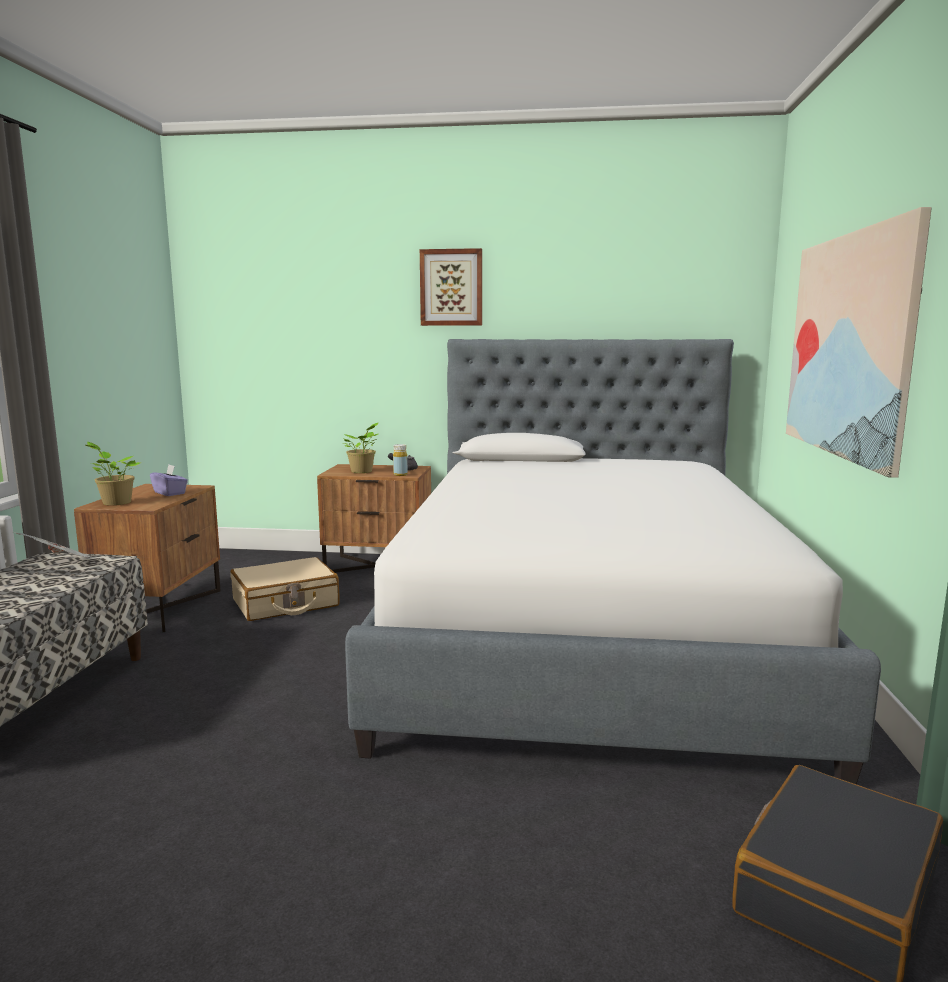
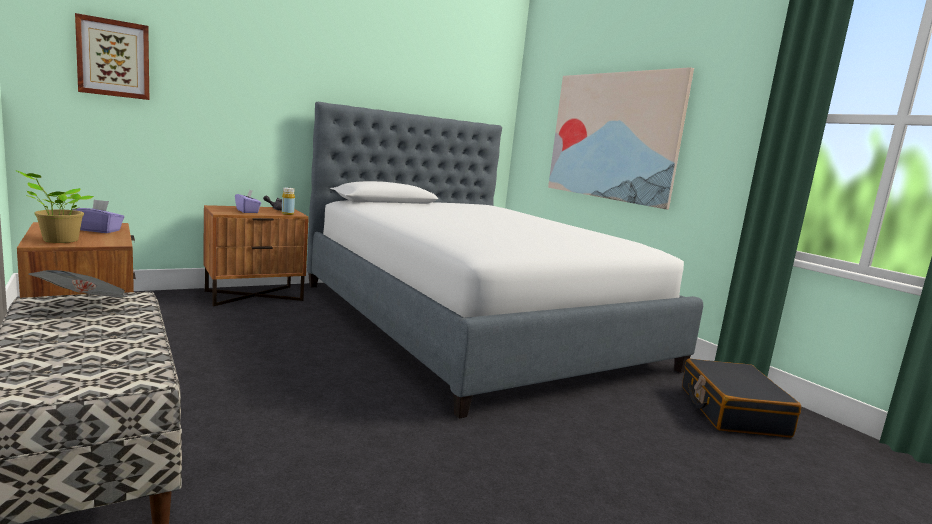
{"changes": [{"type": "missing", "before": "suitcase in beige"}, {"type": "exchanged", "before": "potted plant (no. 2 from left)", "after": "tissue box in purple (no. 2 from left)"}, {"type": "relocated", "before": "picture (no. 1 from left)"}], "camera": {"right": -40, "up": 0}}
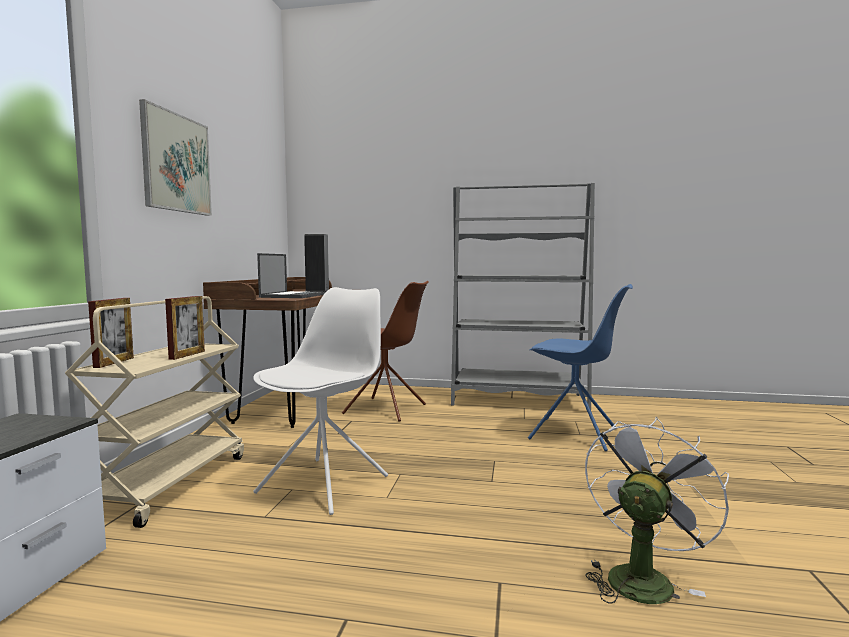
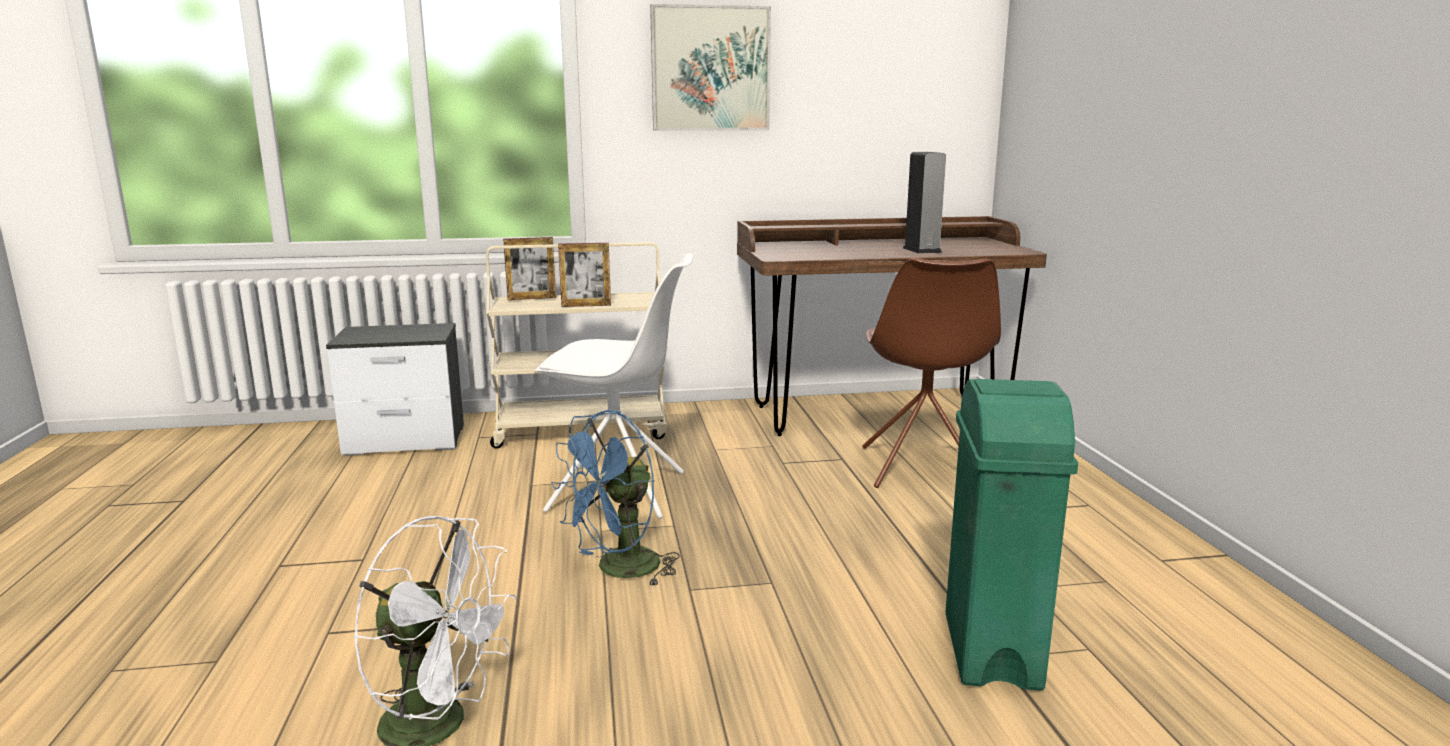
{"changes": [{"type": "missing", "before": "laptop"}, {"type": "missing", "before": "bookcase in grey"}, {"type": "exchanged", "before": "chair in blue", "after": "trash can in green"}, {"type": "appeared", "after": "fan in blue"}], "camera": {"right": 70, "up": 10}}
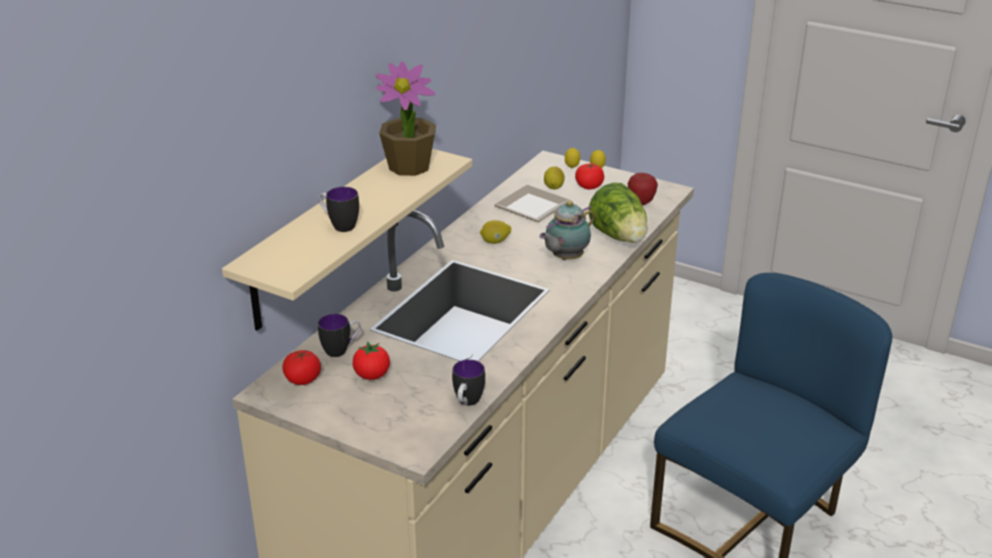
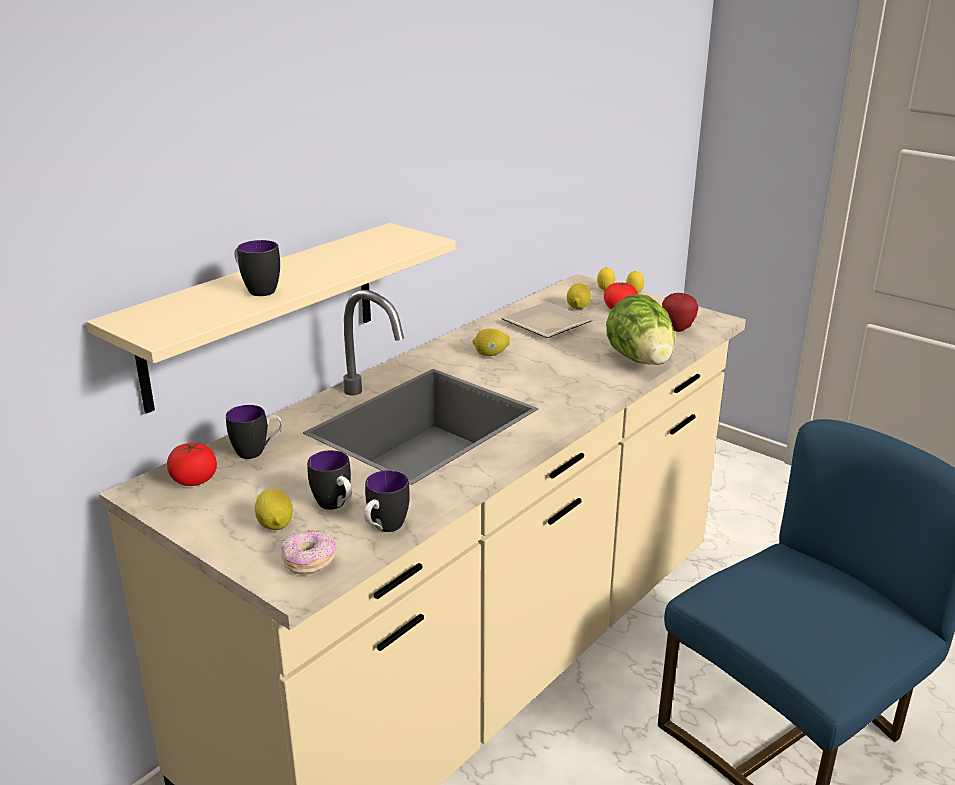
{"changes": [{"type": "missing", "before": "tomato (no. 2 from left)"}, {"type": "missing", "before": "potted plant"}, {"type": "missing", "before": "teapot"}, {"type": "appeared", "after": "lemon (no. 1 from left)"}, {"type": "appeared", "after": "donut"}, {"type": "appeared", "after": "mug (no. 3 from left)"}], "camera": {"right": 10, "up": -5}}
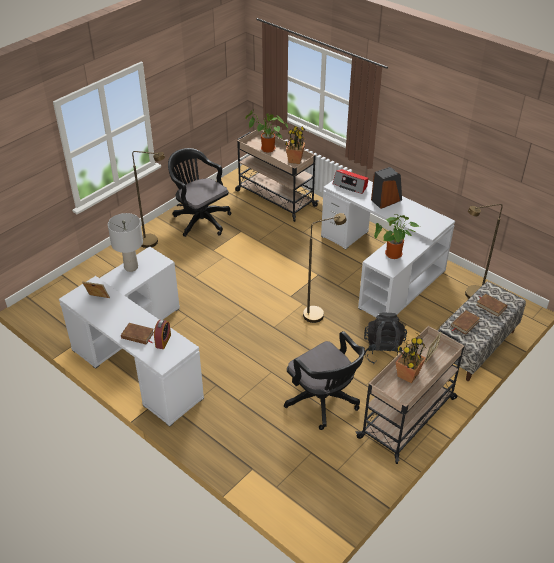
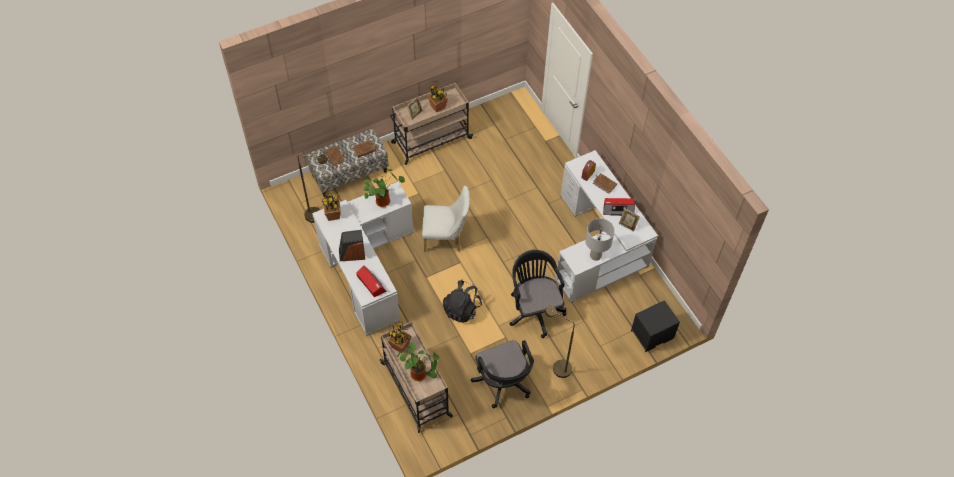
{"changes": [{"type": "relocated", "before": "office chair in black (no. 2 from left)"}, {"type": "exchanged", "before": "floor lamp in brown (no. 2 from left)", "after": "chair in white"}, {"type": "relocated", "before": "backpack in black"}, {"type": "appeared", "after": "potted plant (no. 1 from left)"}, {"type": "appeared", "after": "radio (no. 2 from left)"}, {"type": "appeared", "after": "nightstand in black"}], "camera": {"right": -160, "up": 15}}
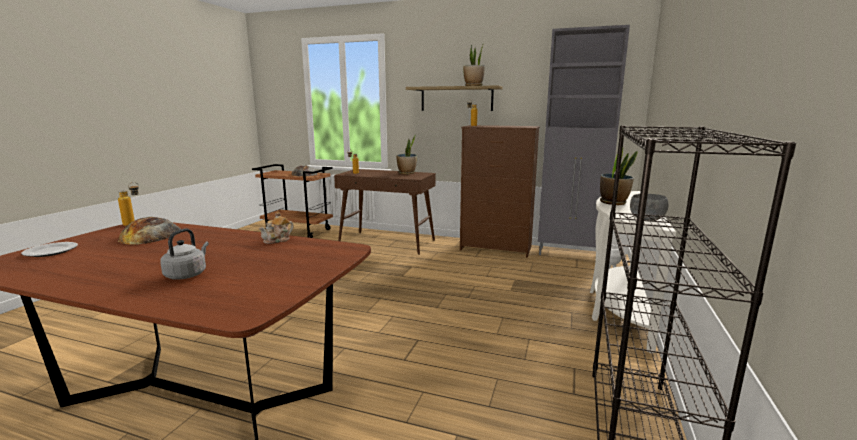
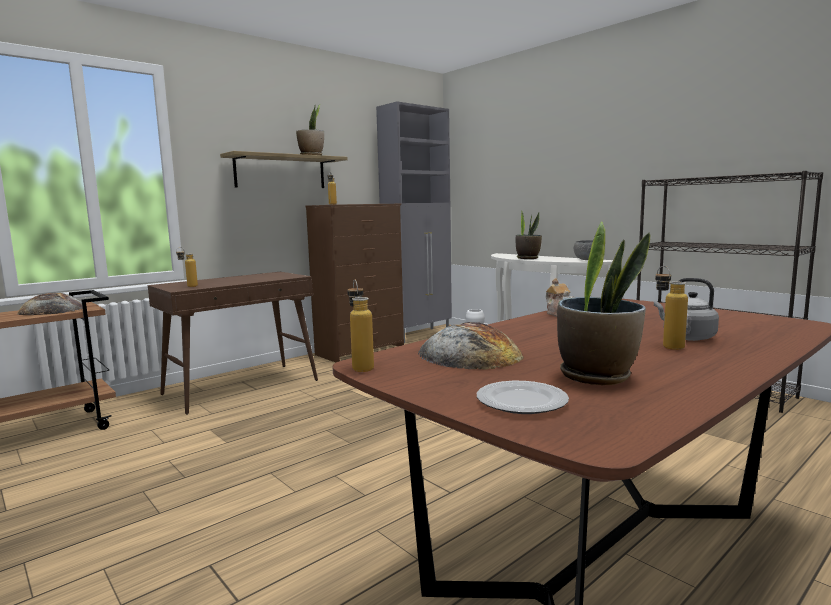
{"changes": [{"type": "relocated", "before": "potted plant (no. 1 from left in the first image)", "after": "potted plant (no. 3 from left)"}, {"type": "appeared", "after": "bottle (no. 4 from left)"}], "camera": {"right": -60, "up": -5}}
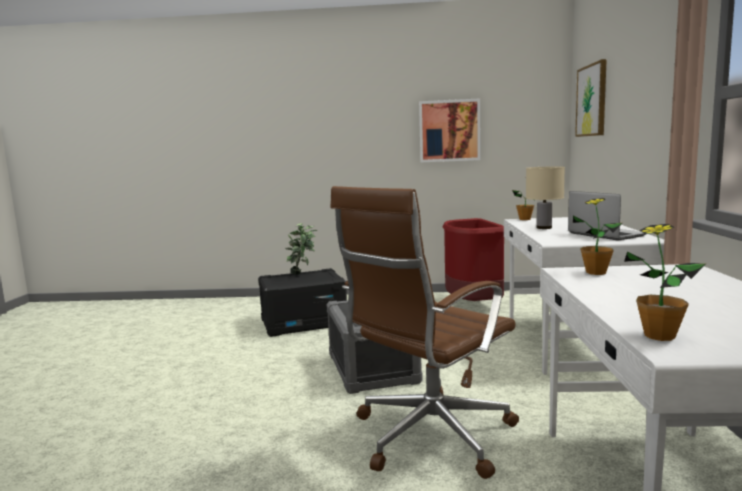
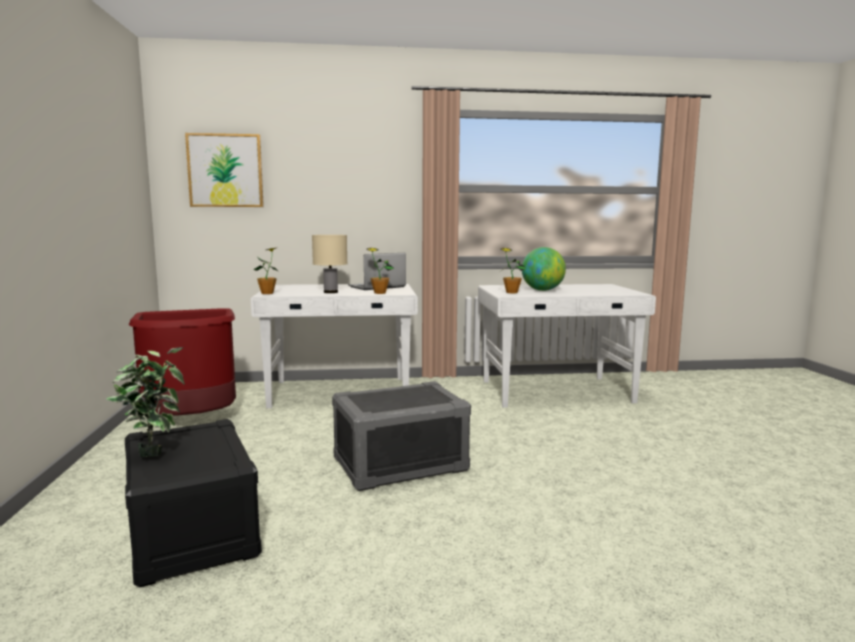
{"changes": [{"type": "missing", "before": "office chair in brown"}, {"type": "missing", "before": "picture (no. 1 from left)"}, {"type": "relocated", "before": "potted plant (no. 4 from left in the first image)", "after": "potted plant (no. 3 from left)"}, {"type": "appeared", "after": "globe"}], "camera": {"right": -100, "up": 0}}
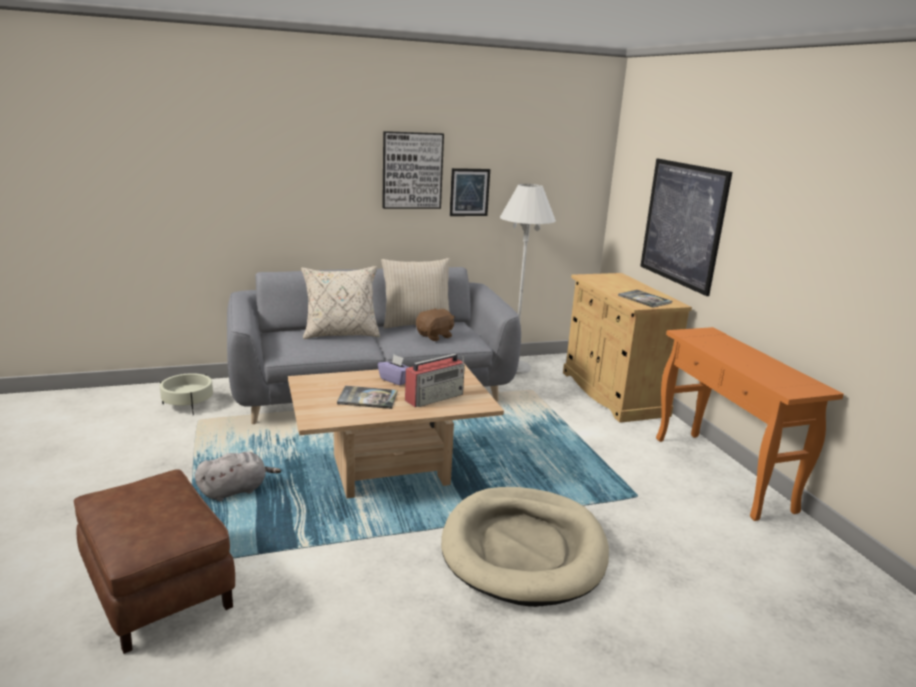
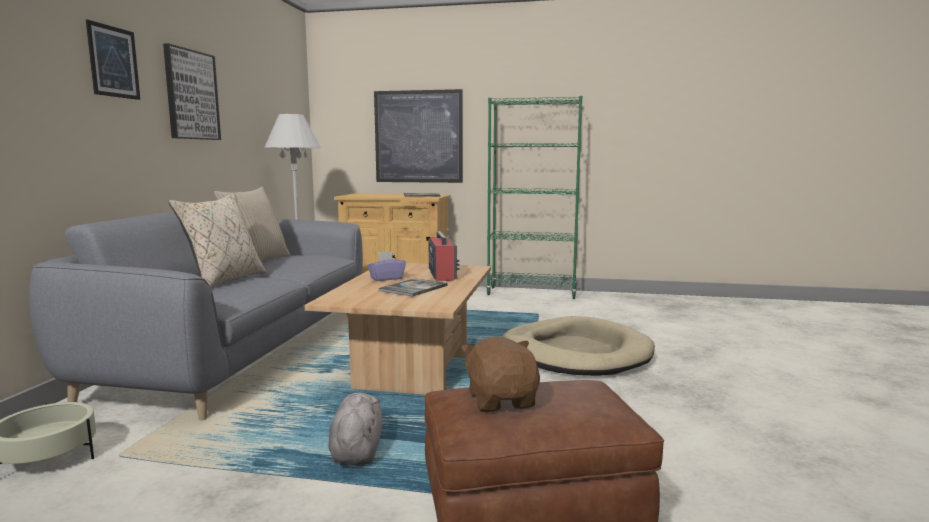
{"changes": [{"type": "relocated", "before": "plush toy in brown"}, {"type": "relocated", "before": "picture (no. 2 from left in the first image)", "after": "picture (no. 1 from left)"}, {"type": "exchanged", "before": "console table in orange", "after": "bookcase in green"}], "camera": {"right": -60, "up": -10}}
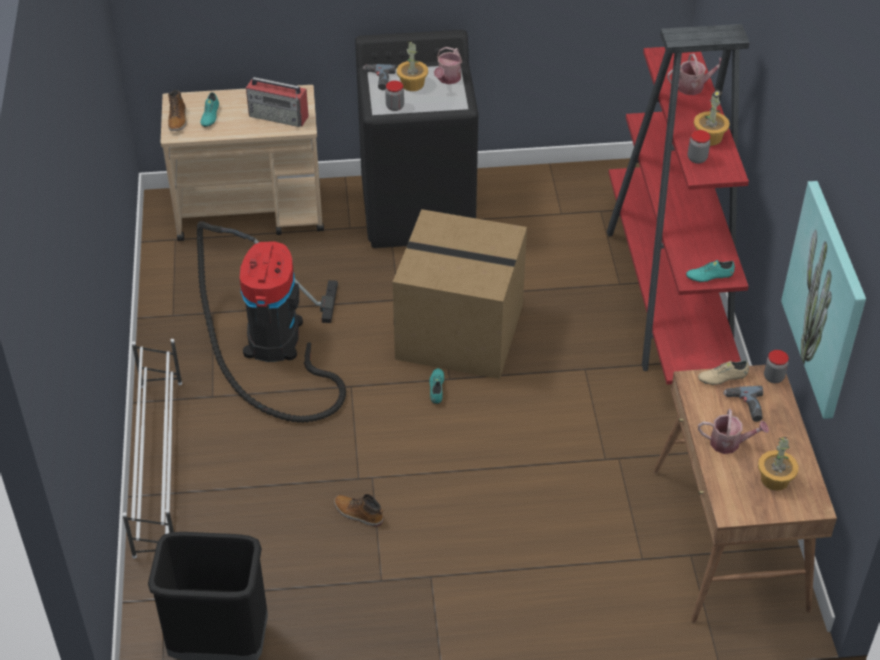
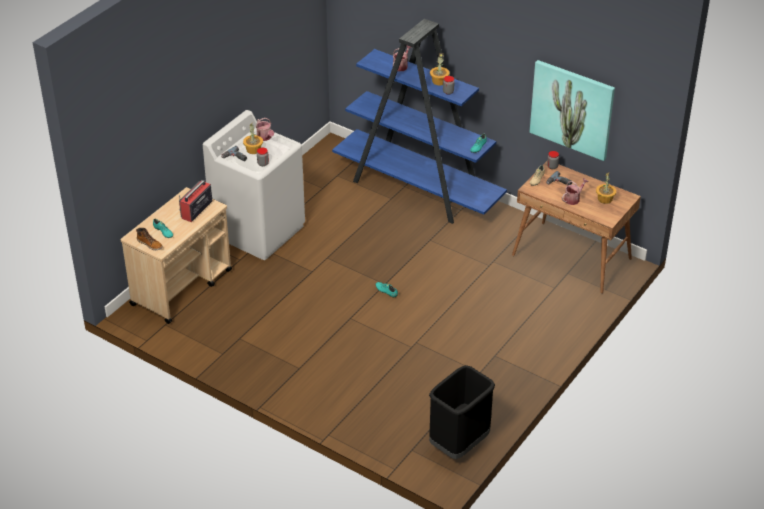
{"changes": [{"type": "missing", "before": "shoe rack in white"}, {"type": "missing", "before": "vacuum cleaner"}, {"type": "spun", "before": "radio", "turn": 150}, {"type": "missing", "before": "boot (no. 2 from left)"}, {"type": "colour", "before": "washing machine in black", "after": "washing machine in white"}, {"type": "missing", "before": "cardboard box"}, {"type": "colour", "before": "bookcase in red", "after": "bookcase in blue"}], "camera": {"right": -50, "up": -5}}
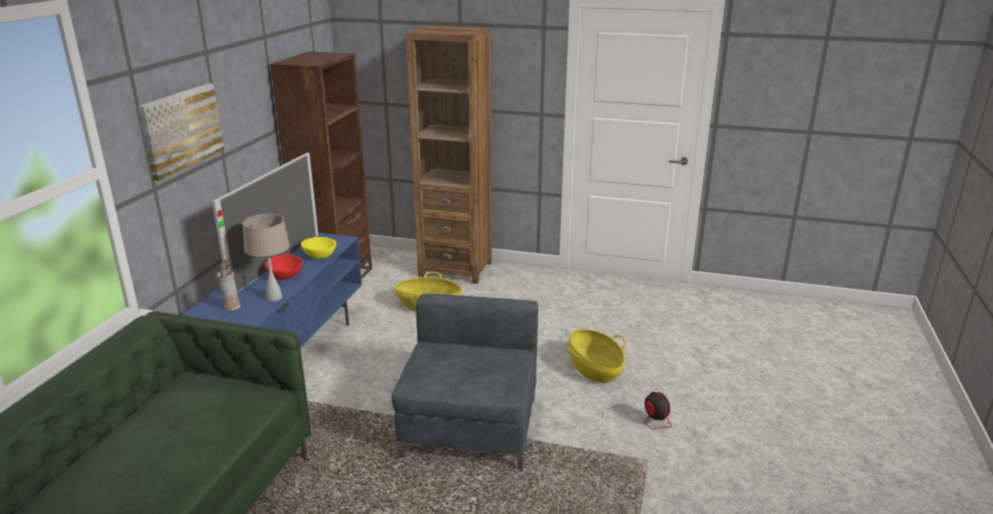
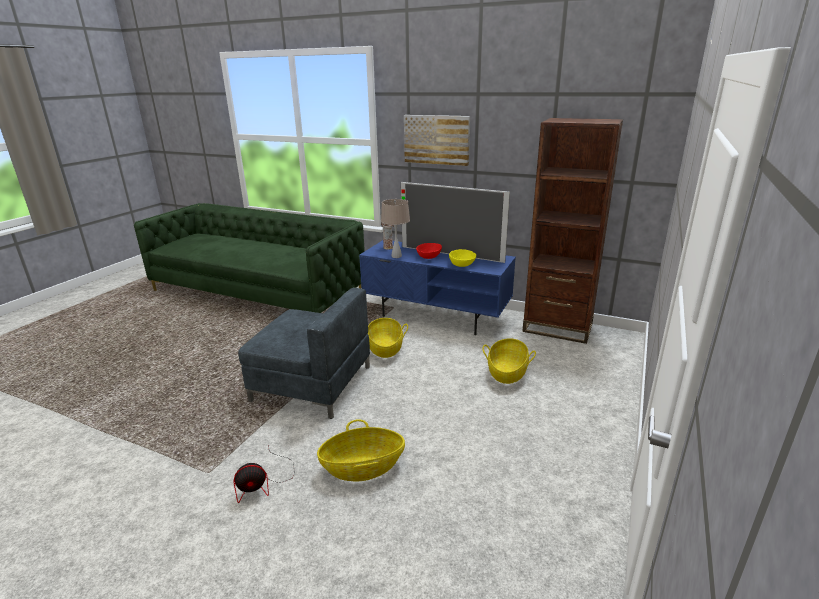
{"changes": [{"type": "missing", "before": "bookcase in brown (no. 2 from left)"}, {"type": "appeared", "after": "basket (no. 2 from left)"}], "camera": {"right": 100, "up": 0}}
